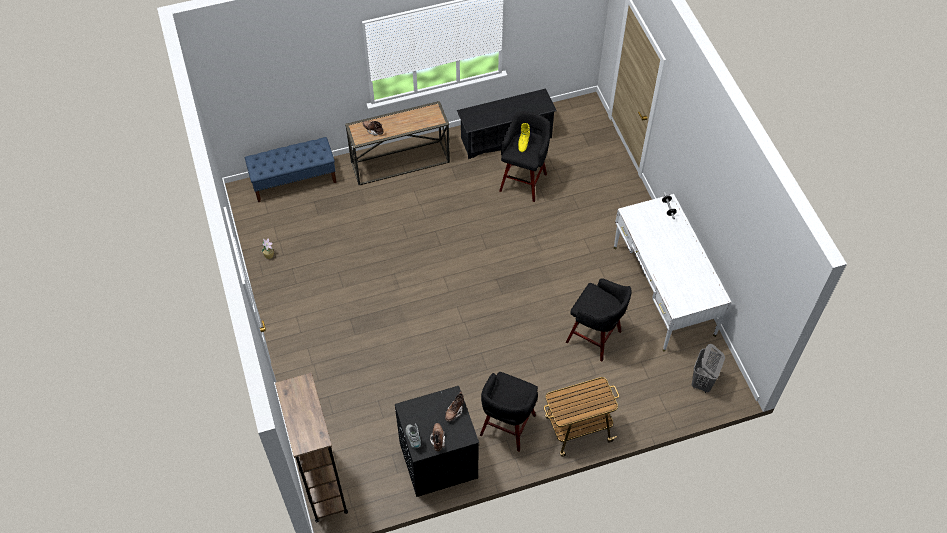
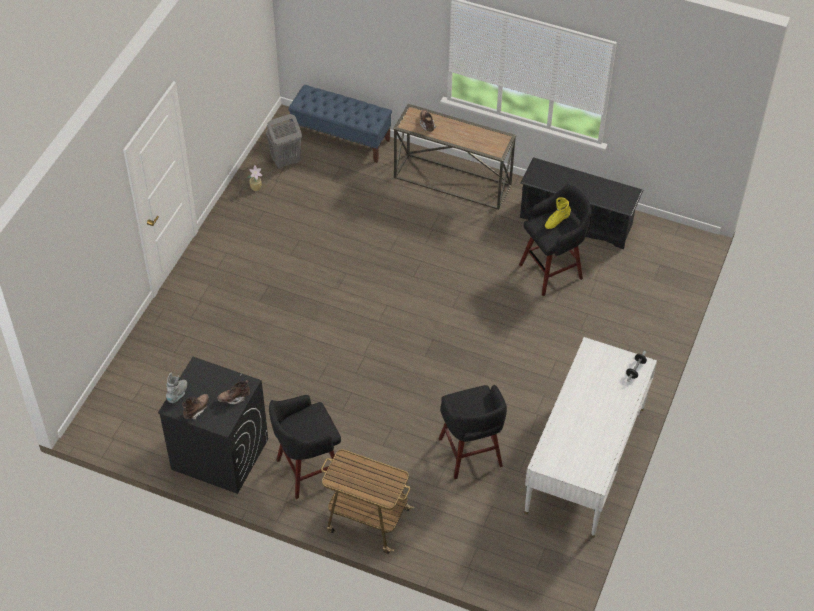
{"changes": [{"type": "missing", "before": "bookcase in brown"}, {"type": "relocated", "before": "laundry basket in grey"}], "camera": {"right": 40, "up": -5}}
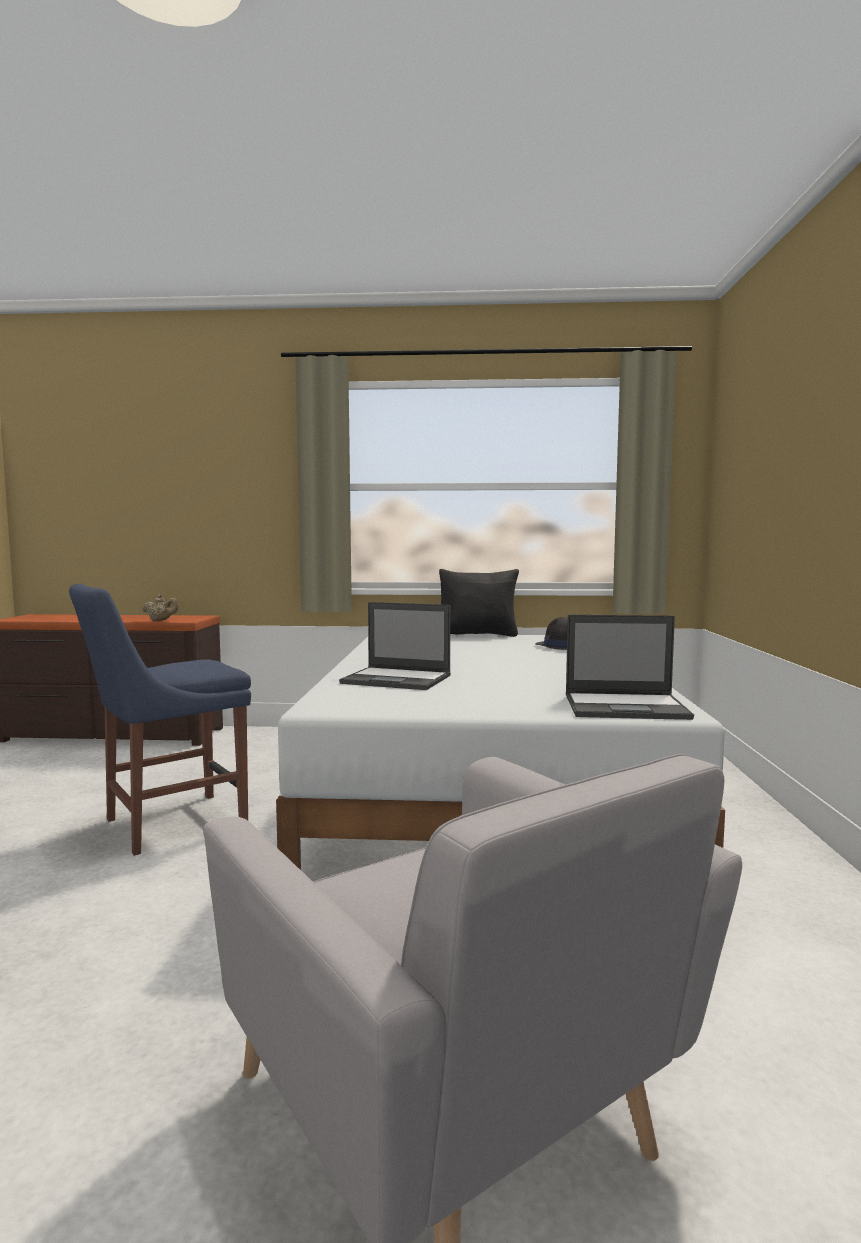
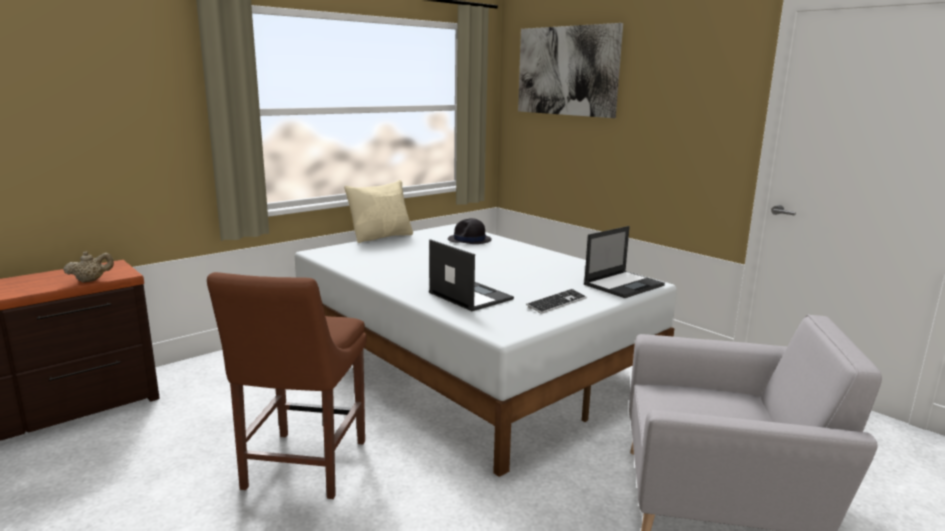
{"changes": [{"type": "colour", "before": "chair in blue", "after": "chair in brown"}, {"type": "spun", "before": "laptop (no. 1 from left)", "turn": -105}, {"type": "colour", "before": "pillow in black", "after": "pillow in beige"}, {"type": "appeared", "after": "picture"}, {"type": "appeared", "after": "keyboard"}], "camera": {"right": -45, "up": 10}}
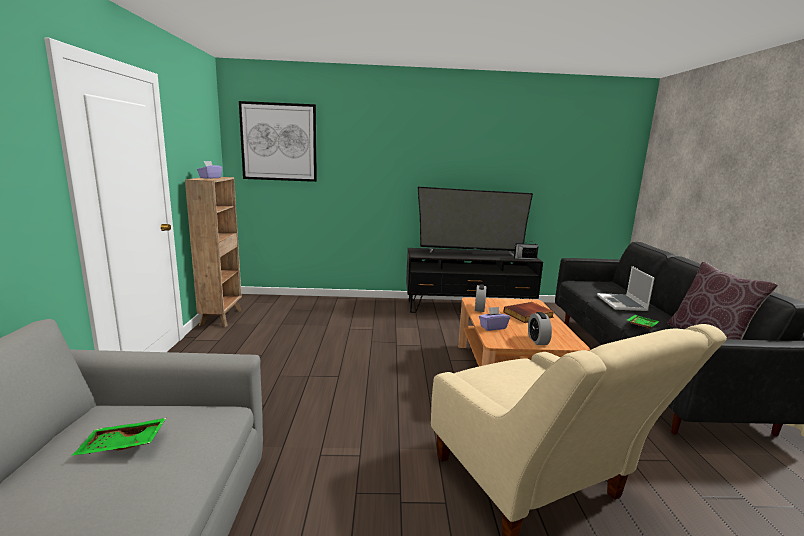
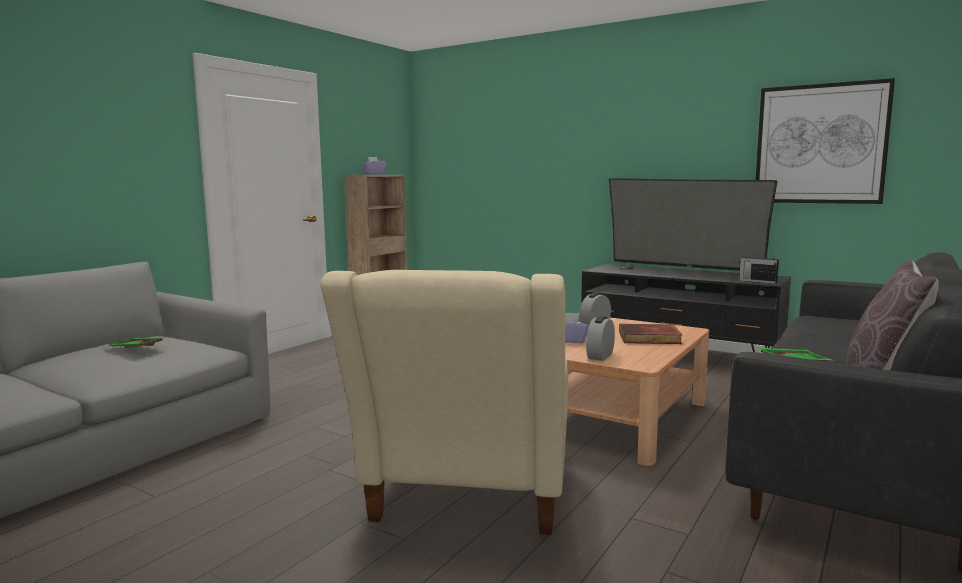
{"changes": [{"type": "relocated", "before": "picture"}, {"type": "missing", "before": "laptop"}], "camera": {"right": 35, "up": -5}}
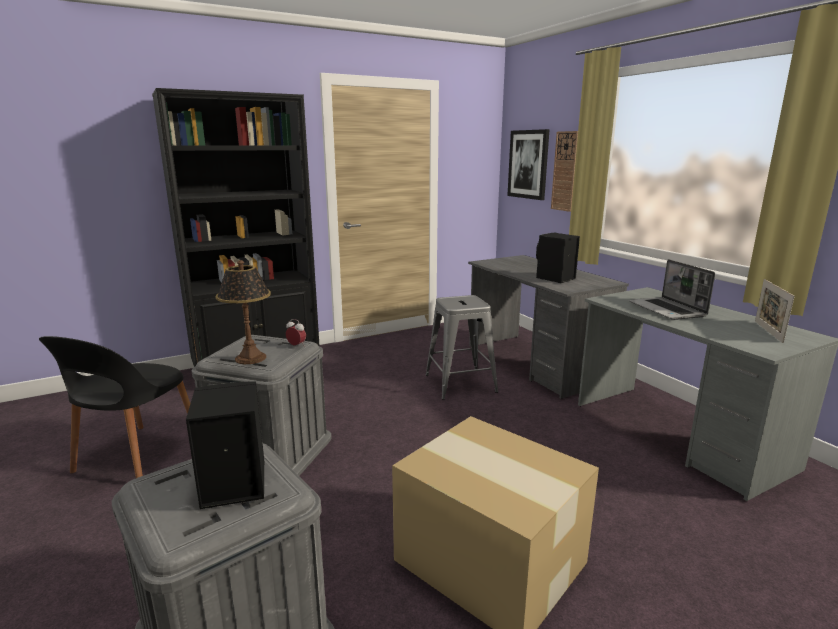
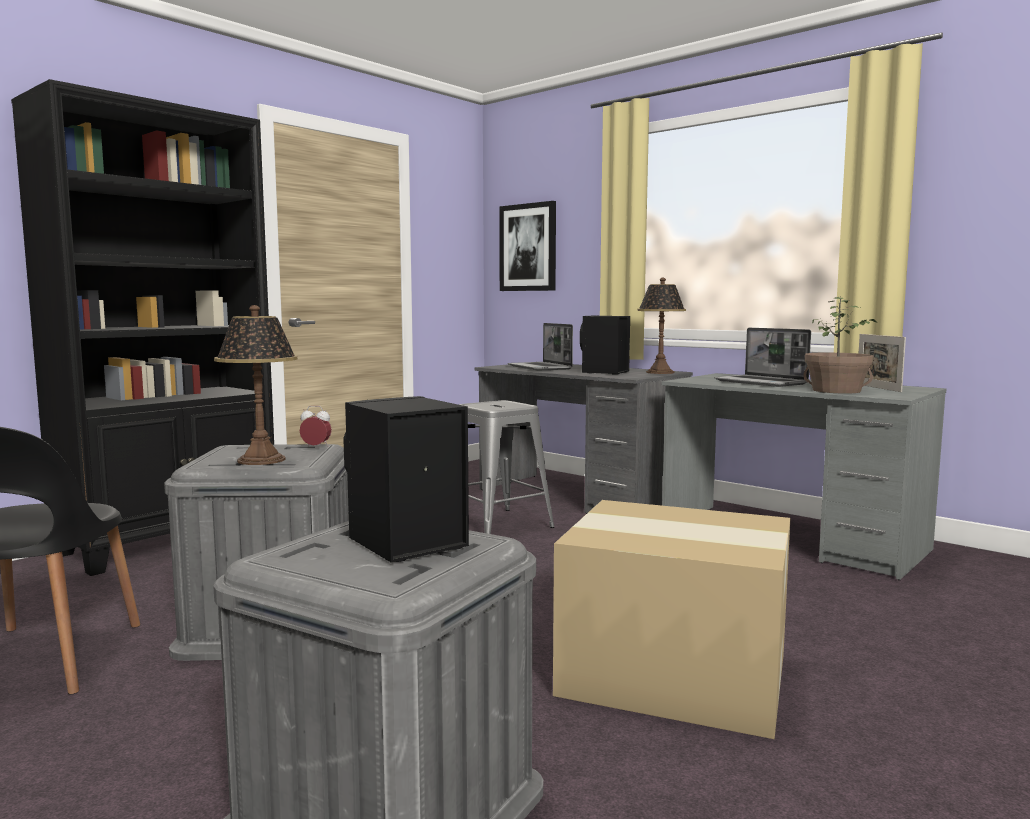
{"changes": [{"type": "missing", "before": "wall clock"}, {"type": "appeared", "after": "laptop (no. 1 from left)"}, {"type": "appeared", "after": "table lamp (no. 2 from left)"}, {"type": "appeared", "after": "potted plant"}], "camera": {"right": -20, "up": -10}}
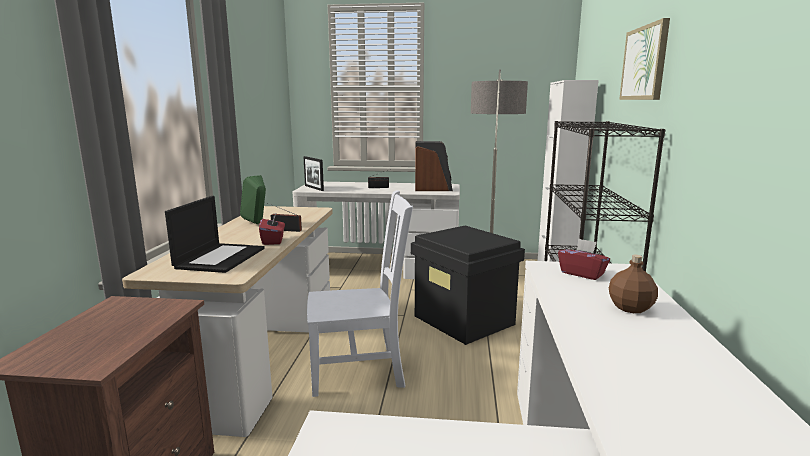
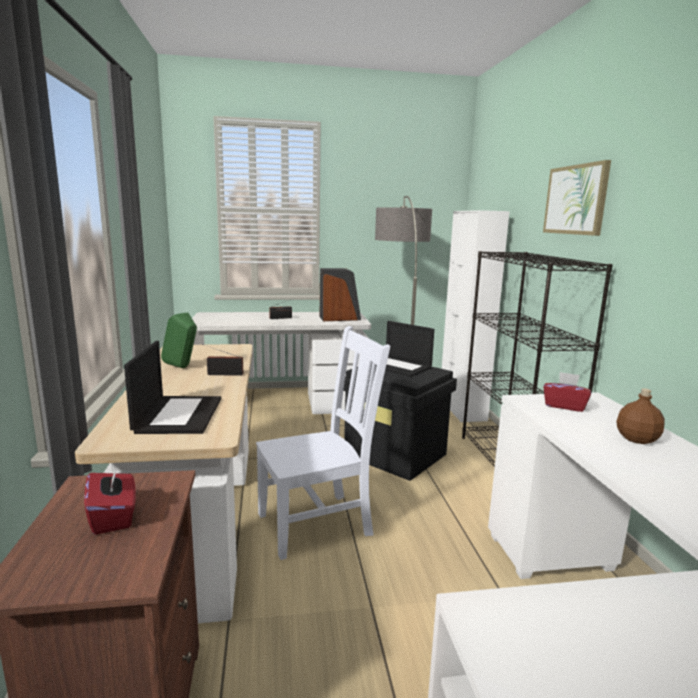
{"changes": [{"type": "relocated", "before": "tissue box in red (no. 1 from left)"}, {"type": "missing", "before": "picture frame"}, {"type": "appeared", "after": "laptop (no. 2 from left)"}], "camera": {"right": -15, "up": 0}}
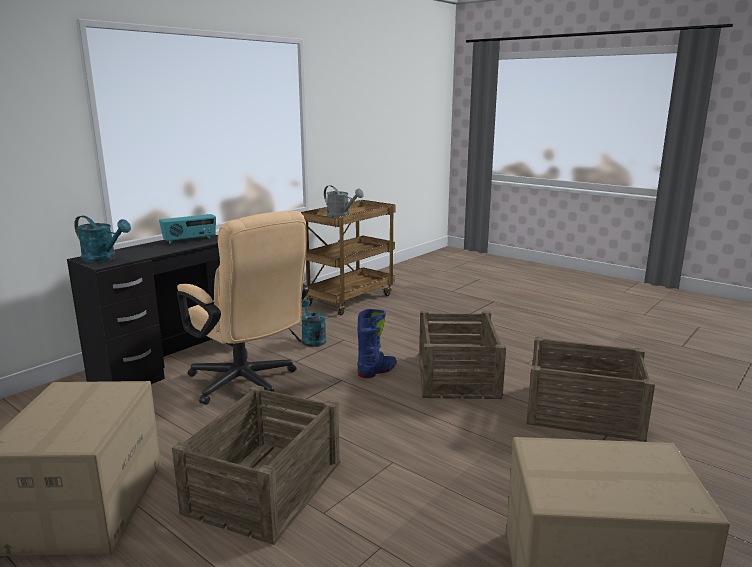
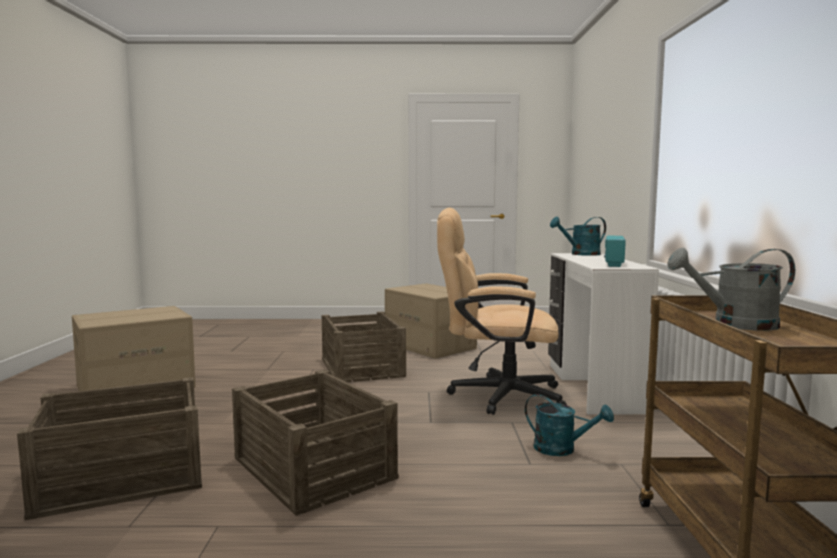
{"changes": [{"type": "colour", "before": "desk in black", "after": "desk in white"}, {"type": "missing", "before": "boot in blue"}], "camera": {"right": 140, "up": -10}}
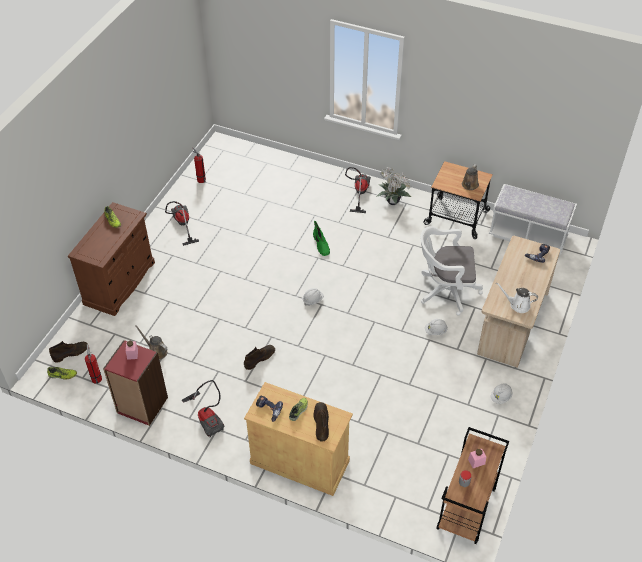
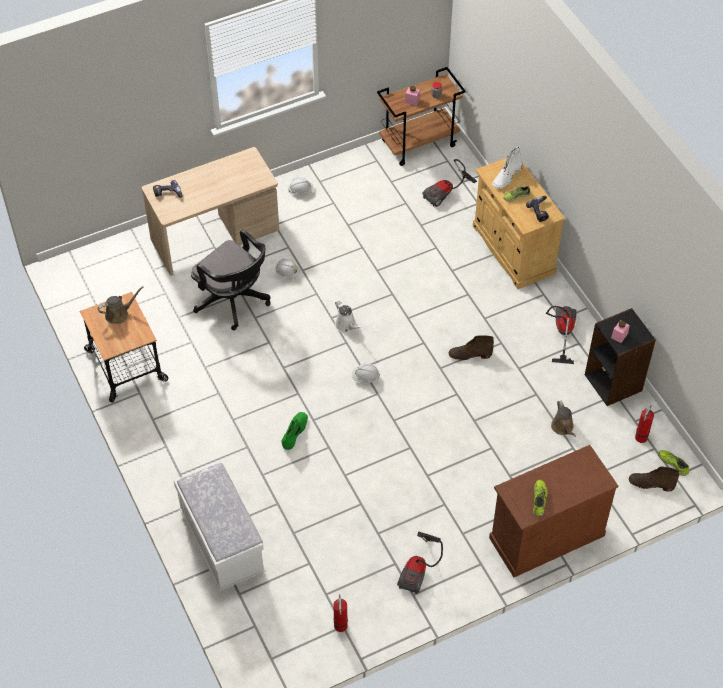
{"changes": [{"type": "colour", "before": "bookcase in red", "after": "bookcase in black"}, {"type": "colour", "before": "boot in brown (no. 3 from left)", "after": "boot in white"}, {"type": "relocated", "before": "vacuum cleaner (no. 3 from left in the first image)", "after": "vacuum cleaner (no. 2 from left)"}, {"type": "missing", "before": "potted plant"}, {"type": "colour", "before": "office chair in white", "after": "office chair in black"}, {"type": "relocated", "before": "bench in white"}, {"type": "relocated", "before": "watering can in white"}], "camera": {"right": -140, "up": 5}}
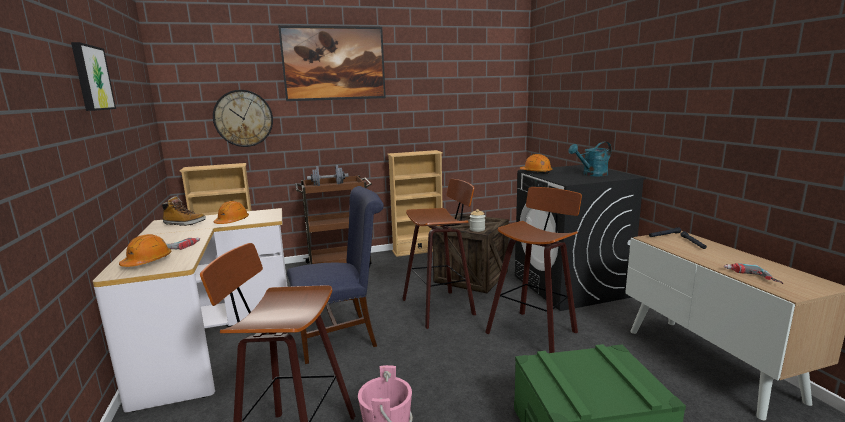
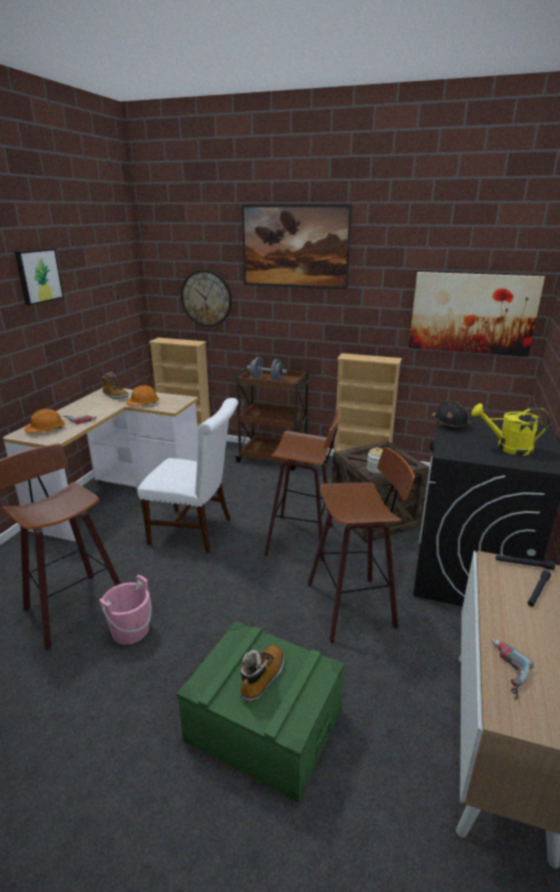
{"changes": [{"type": "colour", "before": "chair in blue", "after": "chair in white"}, {"type": "colour", "before": "hard hat in orange (no. 3 from left)", "after": "hard hat in black"}, {"type": "colour", "before": "watering can in turquoise", "after": "watering can in yellow"}, {"type": "appeared", "after": "boot (no. 2 from left)"}, {"type": "appeared", "after": "picture (no. 3 from left)"}], "camera": {"right": 35, "up": 10}}
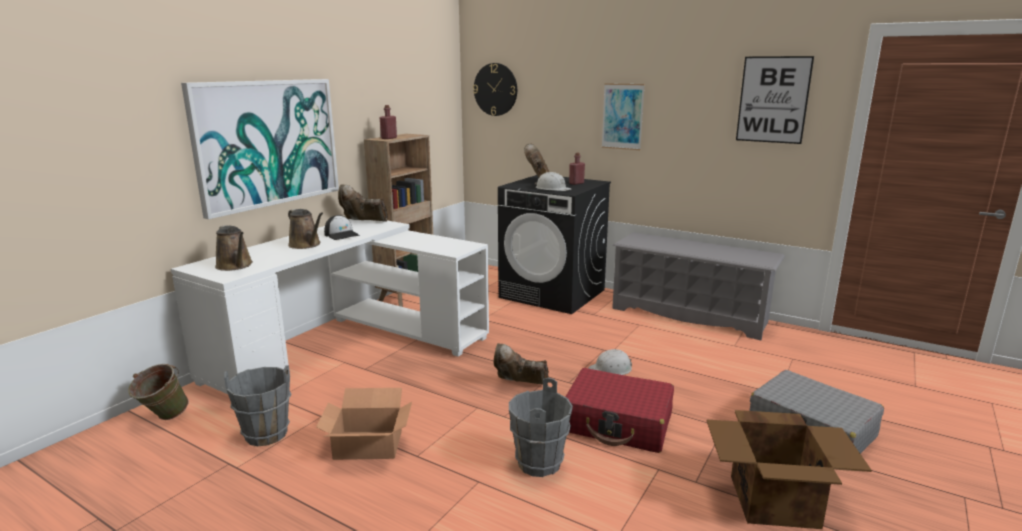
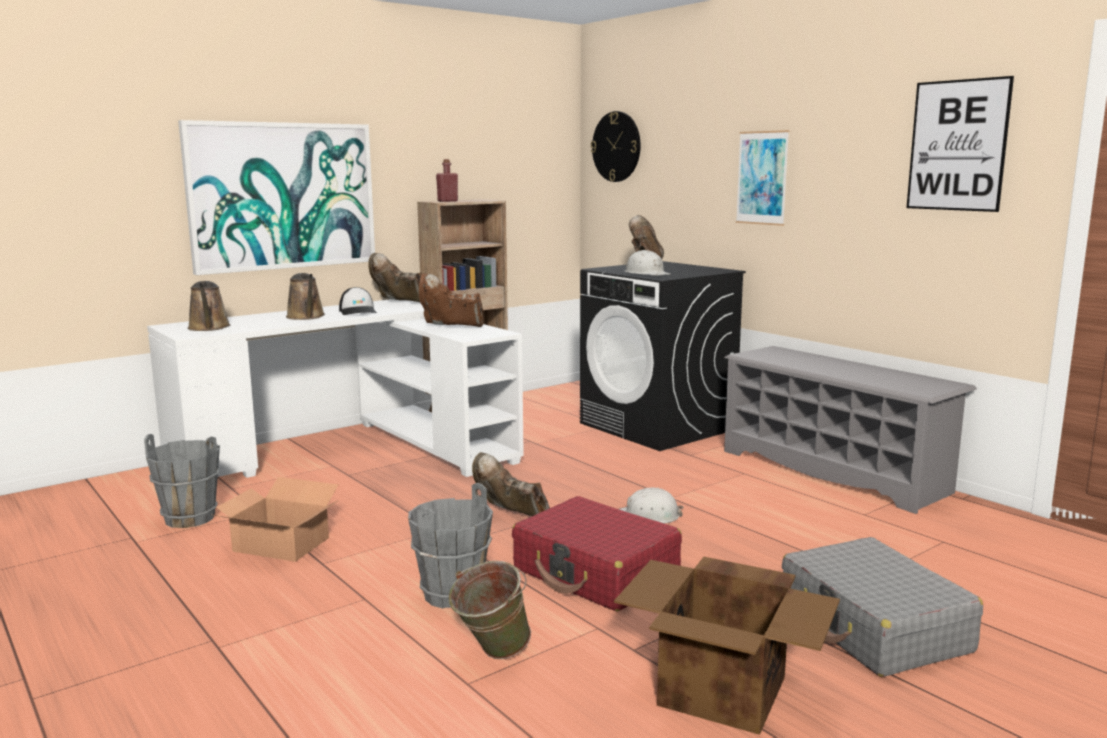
{"changes": [{"type": "relocated", "before": "bucket in green"}, {"type": "missing", "before": "bottle in red (no. 2 from left)"}, {"type": "appeared", "after": "boot in brown (no. 2 from left)"}], "camera": {"right": 20, "up": -5}}
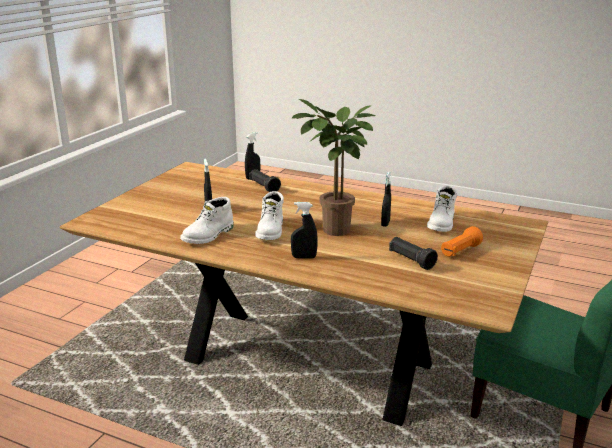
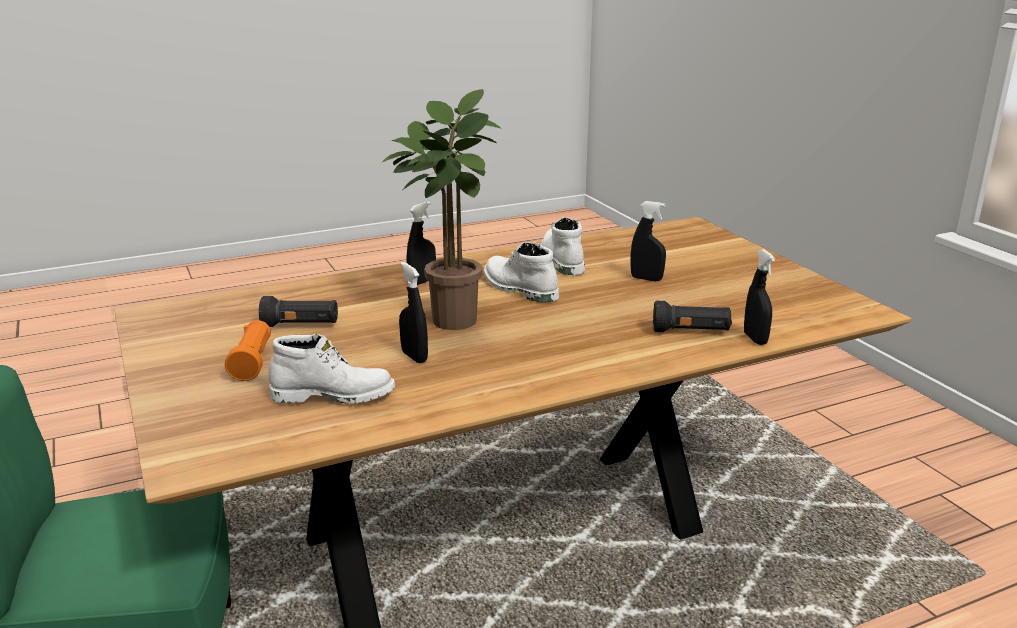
{"changes": [{"type": "spun", "before": "boot in white (no. 3 from left in the first image)", "turn": 120}], "camera": {"right": 130, "up": 0}}
